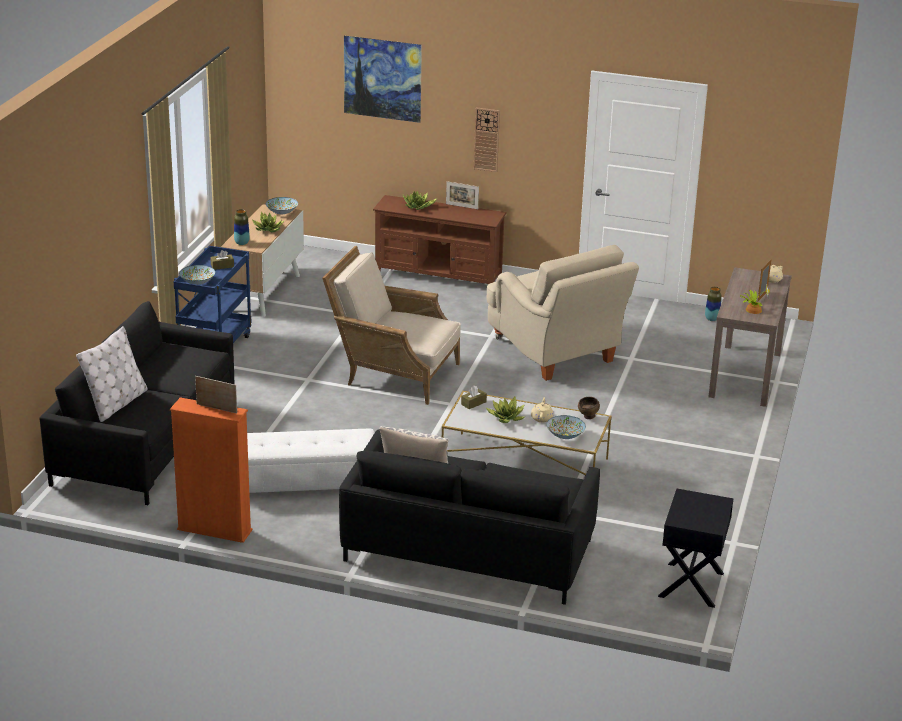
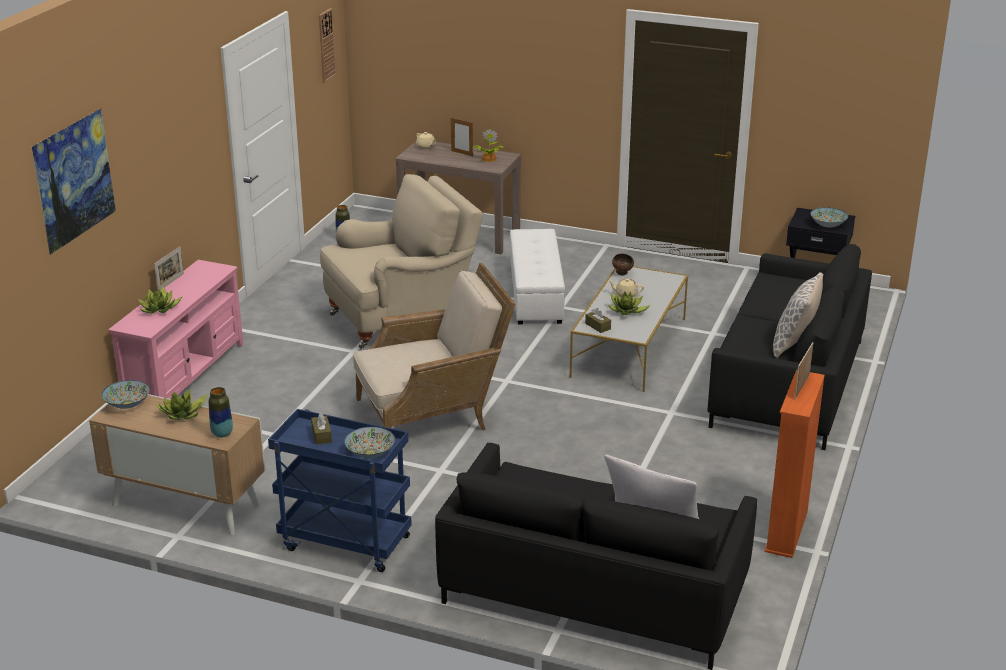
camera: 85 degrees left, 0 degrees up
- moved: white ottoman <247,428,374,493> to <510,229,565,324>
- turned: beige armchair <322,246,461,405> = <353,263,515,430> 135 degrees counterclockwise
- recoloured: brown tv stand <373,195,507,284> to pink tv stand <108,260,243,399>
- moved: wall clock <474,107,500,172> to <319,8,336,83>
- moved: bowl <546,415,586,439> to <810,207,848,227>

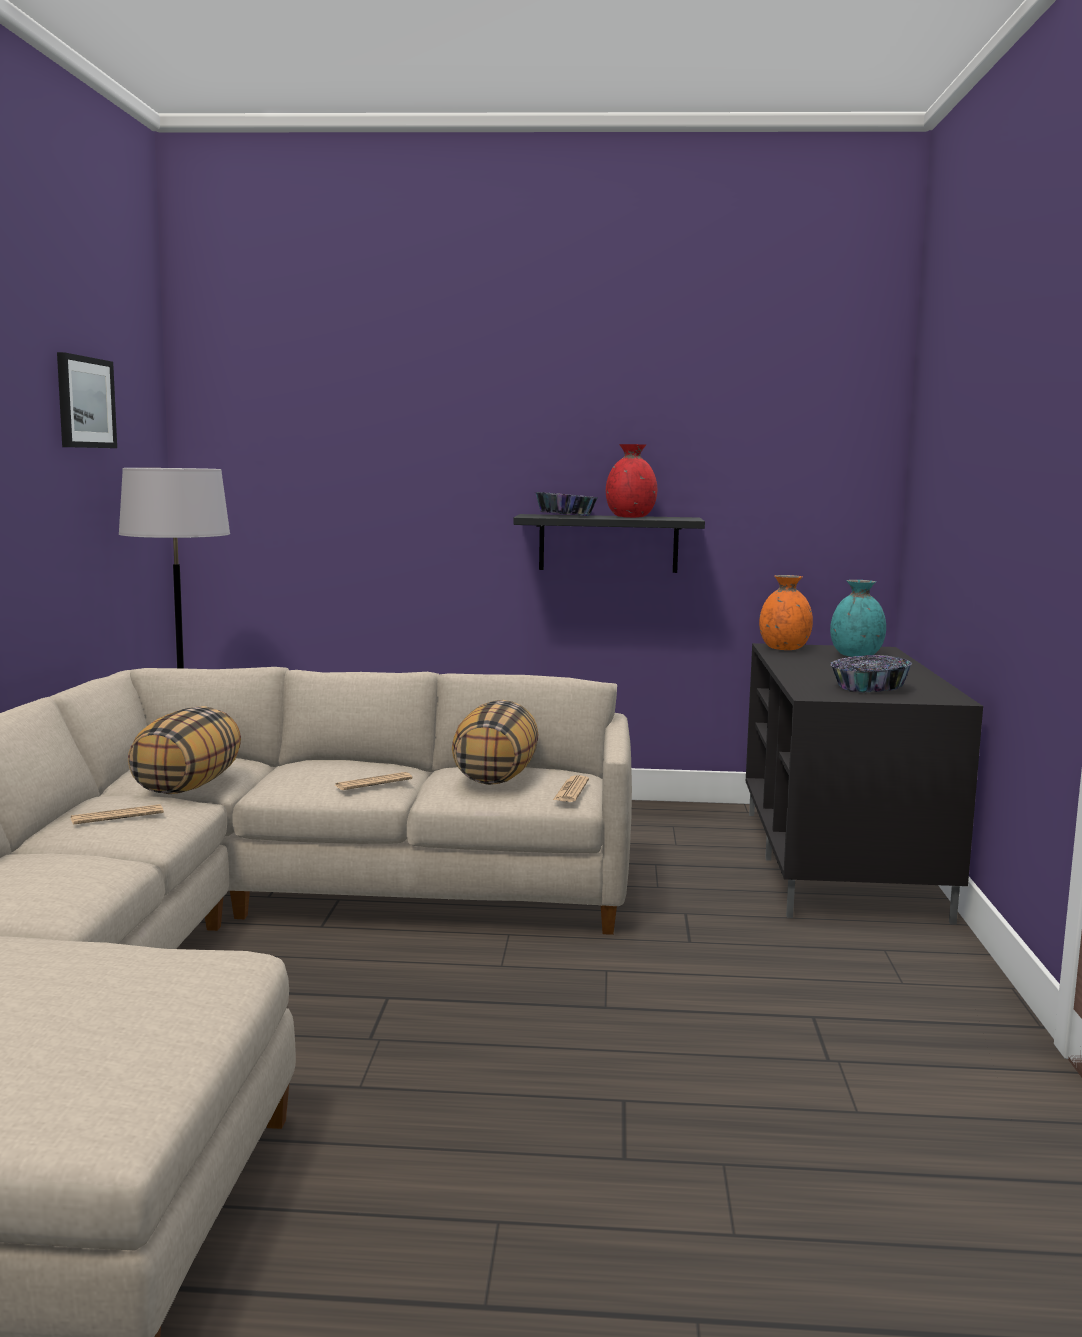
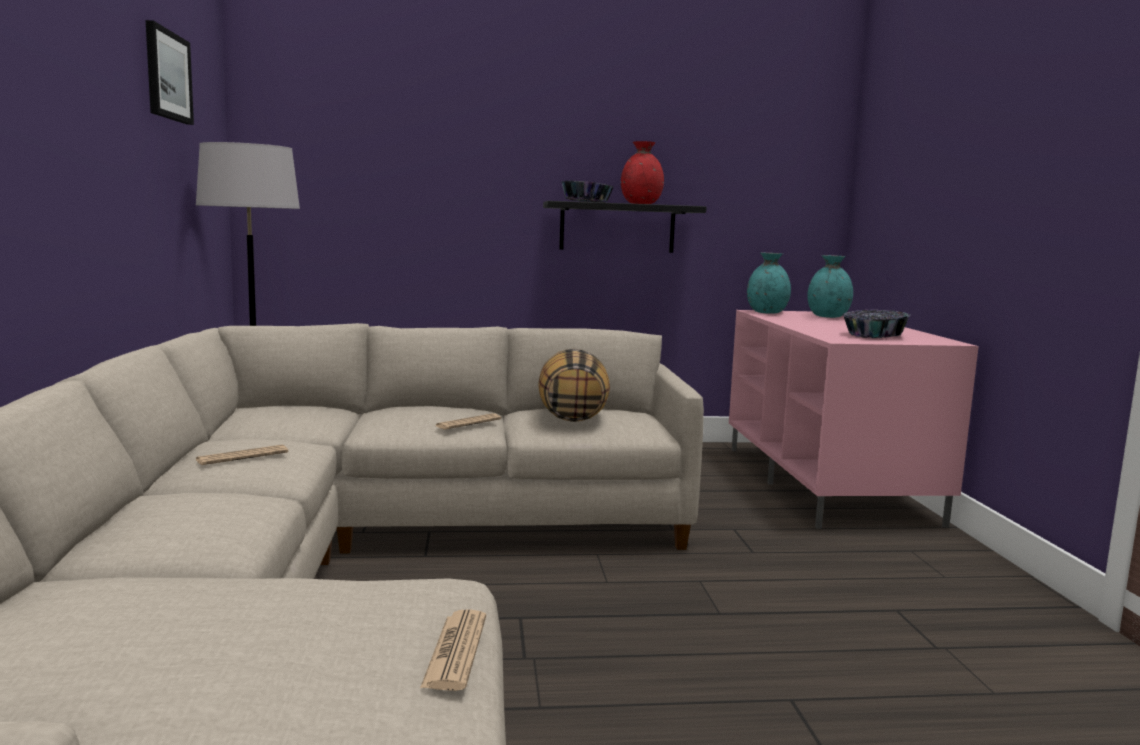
camera: 10 degrees left, 0 degrees up
- removed: pillow <128,706,241,794>
- moved: newspaper <553,775,589,802> to <420,609,486,691>
- recoloured: black tv stand <746,643,983,925> to pink tv stand <729,310,979,529>
- recoloured: orange vase <759,575,813,650> to turquoise vase <747,253,791,314>

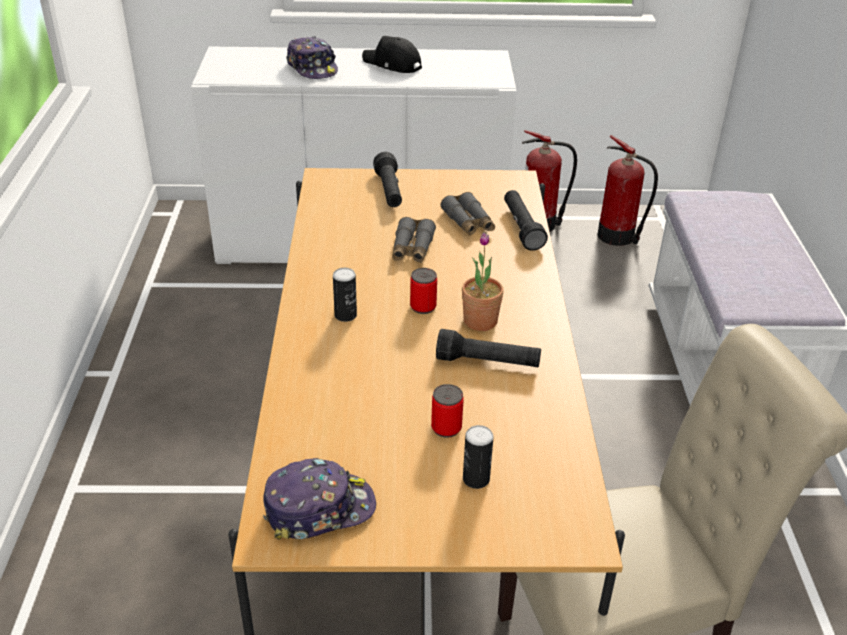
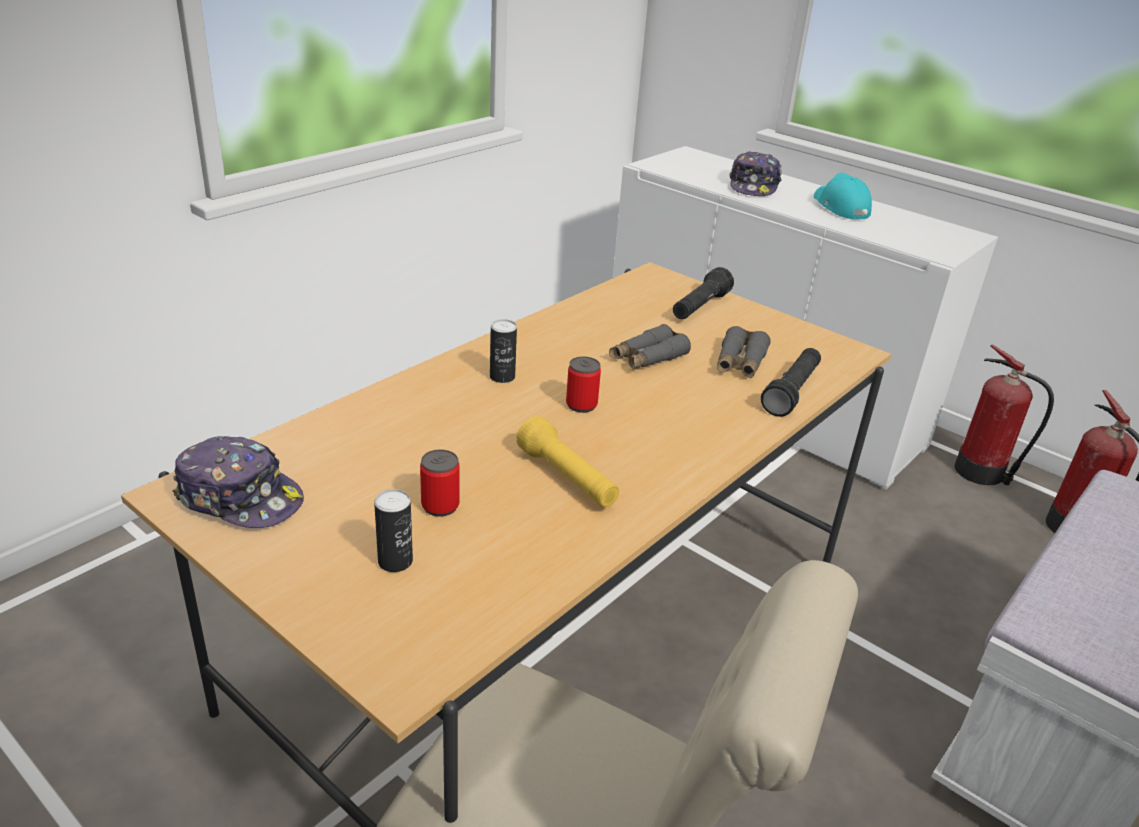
camera: 40 degrees right, 5 degrees down
- recoloured: black cap <362,36,422,73> to turquoise cap <814,173,872,219>
- recoloured: black flashlight <436,329,541,367> to yellow flashlight <516,416,619,507>
- removed: potted plant <462,232,504,331>

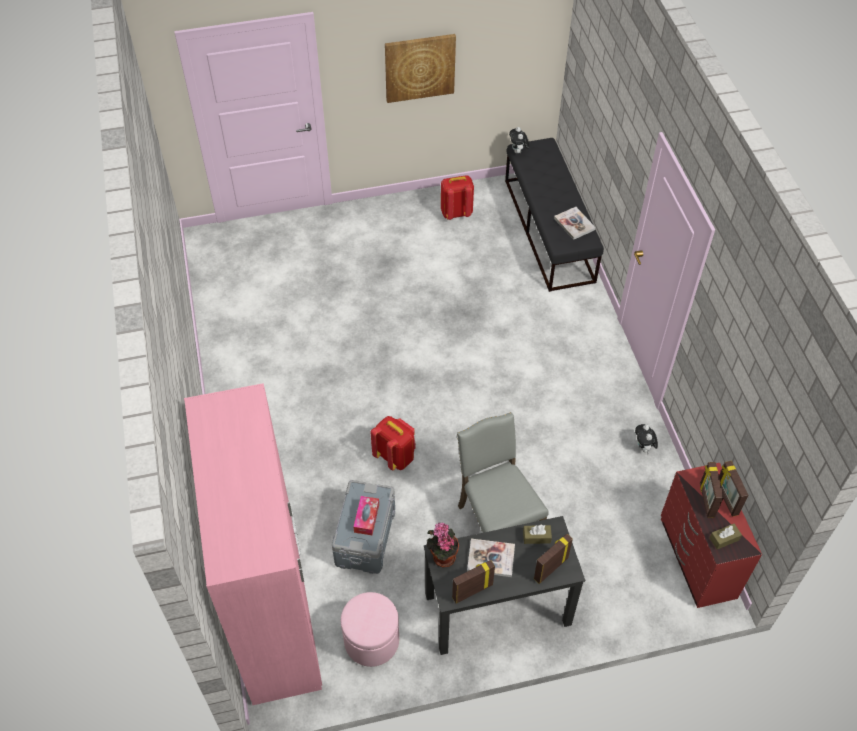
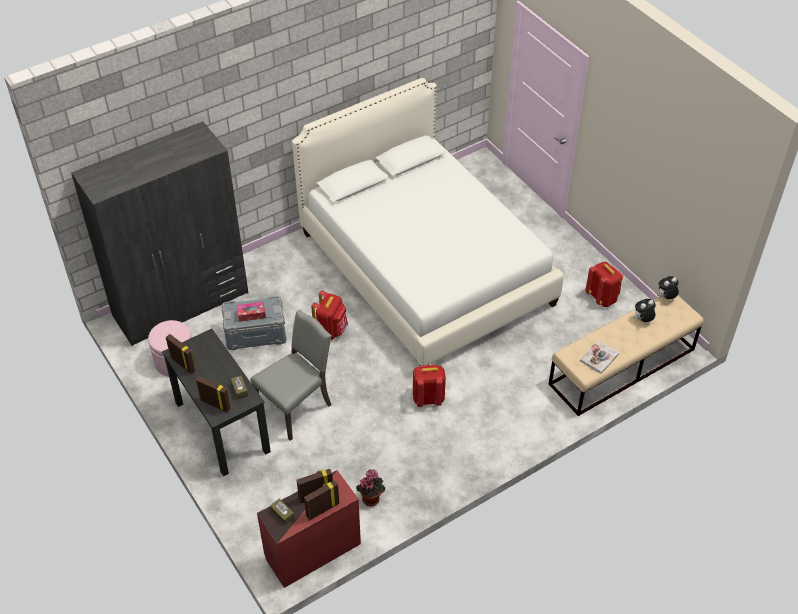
camera: 70 degrees right, 5 degrees down
- recoloured: pink wardrobe <184,383,322,705> to grey wardrobe <71,121,248,346>
- removed: picture <385,34,456,103>
- moved: potted plant <427,523,459,568> to <356,469,385,506>
- removed: book <467,539,515,577>
- recoloured: black bench <505,138,604,292> to beige bench <548,296,704,416>
- moved: plush toy <635,424,658,454> to <634,299,656,322>
- added: white bed <292,78,564,366>
- added: red backpack <413,365,446,407>

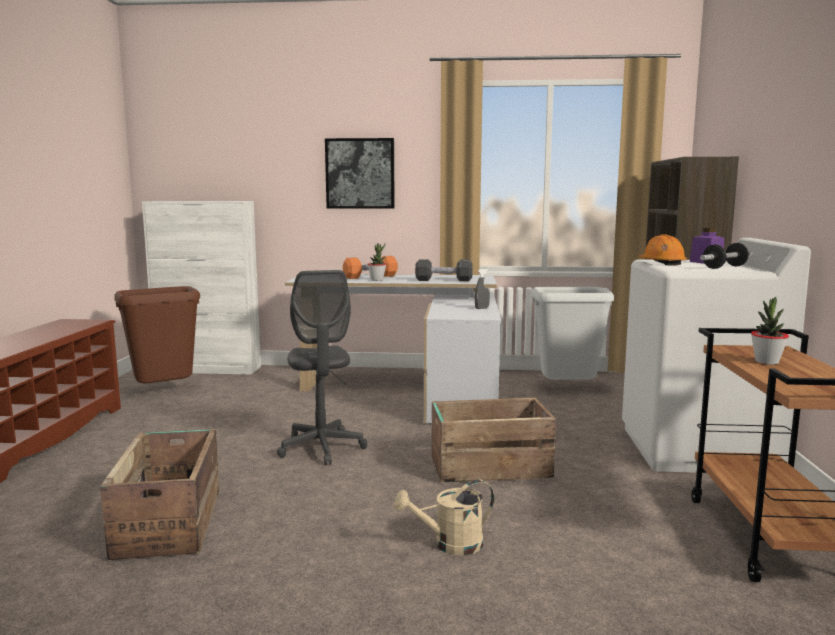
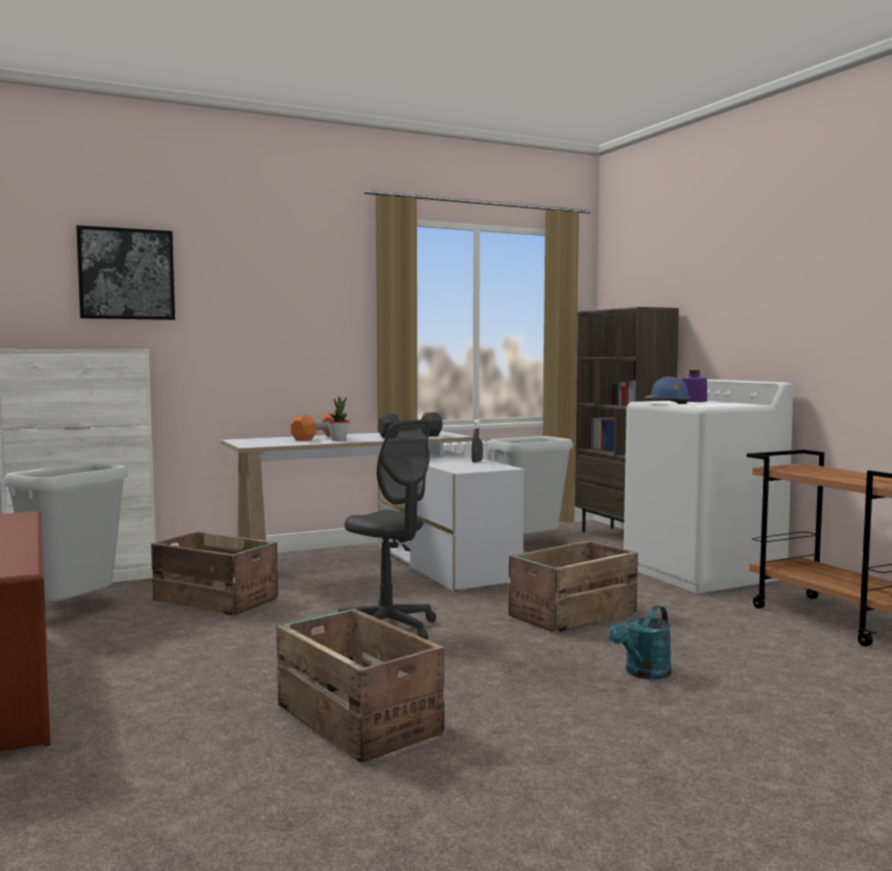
camera: 30 degrees left, 5 degrees down
- recoloured: brown trash can <114,286,200,384> to grey trash can <4,463,128,601>
- moved: picture <325,138,395,209> to <76,225,175,320>
- recoloured: beige watering can <394,480,494,555> to turquoise watering can <608,605,672,680>
- recoloured: orange hard hat <638,234,687,266> to blue hard hat <644,376,692,404>
- removed: dumbbell <700,243,750,269>
- removed: potted plant <751,296,789,365>
- added: crate <151,532,278,615>

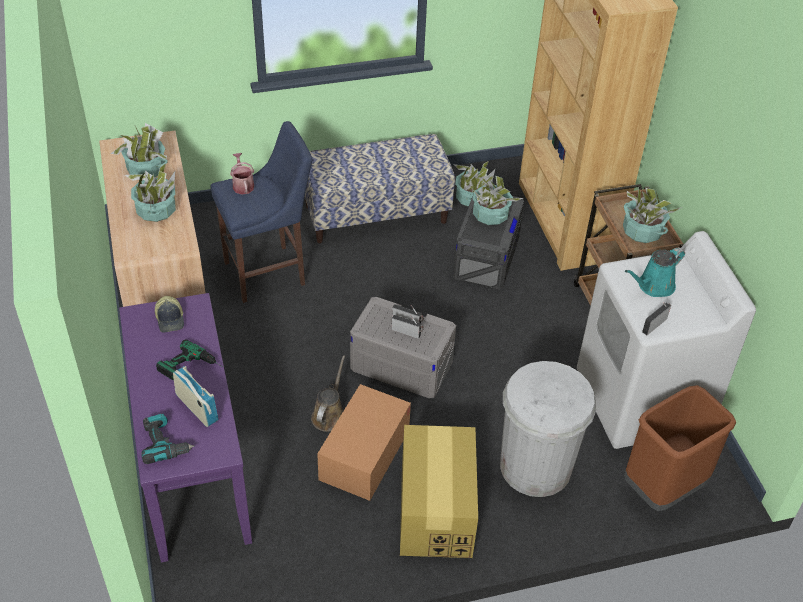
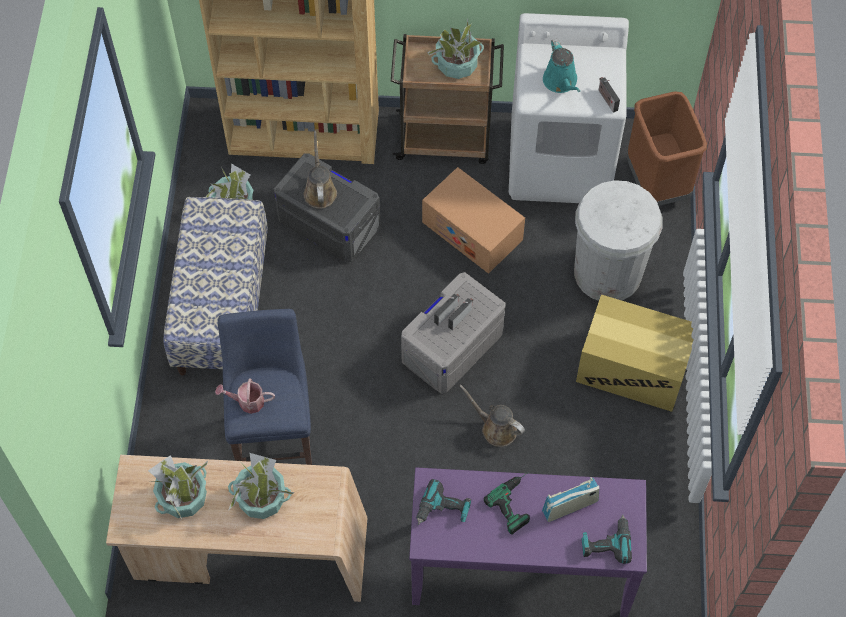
camera: 70 degrees left, 15 degrees up
- replaced: cap <155,296,184,333> to power drill <416,479,471,525>
- moved: cardboard box <317,384,411,501> to <422,167,525,274>
- replaced: potted plant <472,175,523,225> to brown watering can <304,130,337,209>

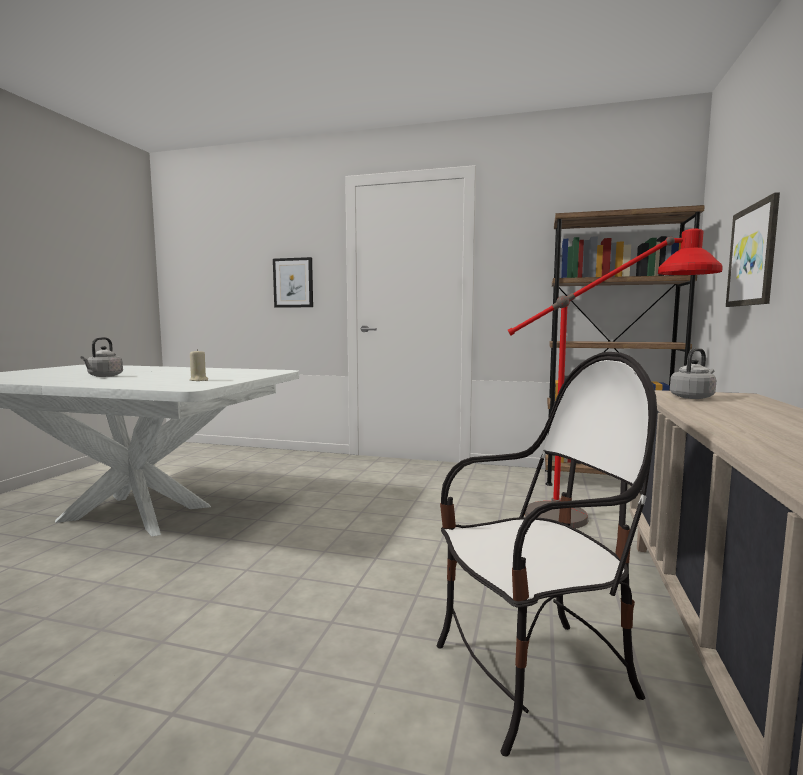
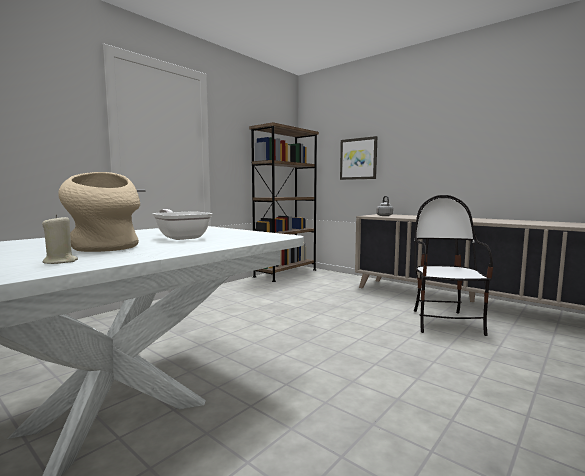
camera: 65 degrees left, 0 degrees up
- replaced: grey kettle <80,337,123,377> to beige vase <58,172,140,252>
- moved: beige candle <190,349,208,381> to <42,215,78,264>
- removed: picture <273,257,313,308>
- removed: red floor lamp <508,228,722,529>
- added: frying pan <152,209,212,240>

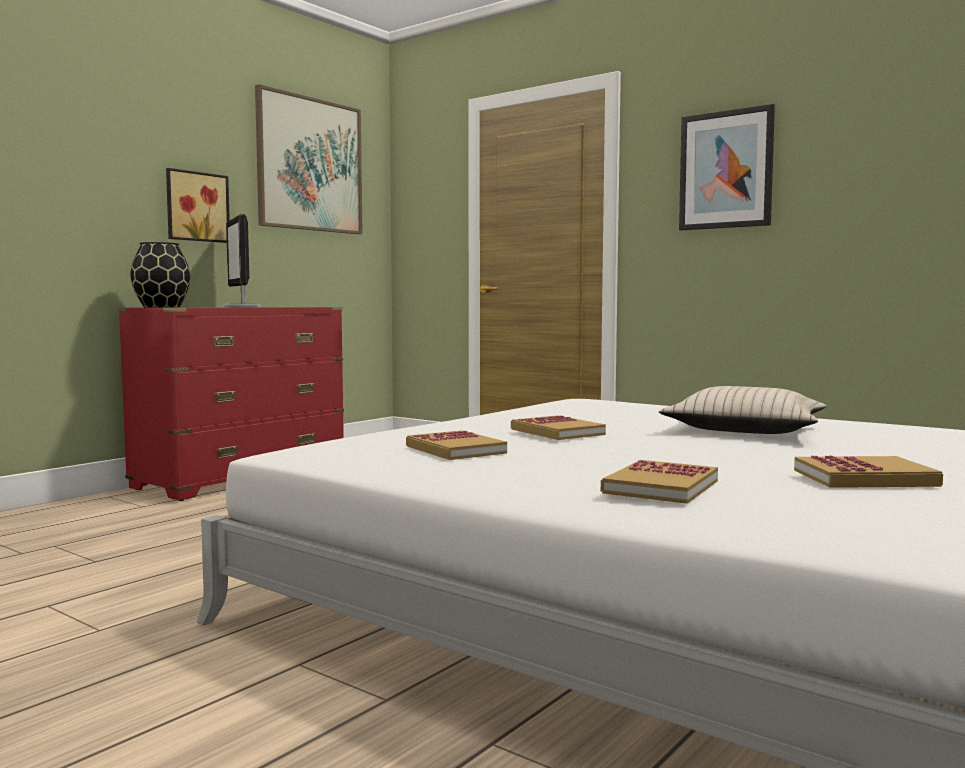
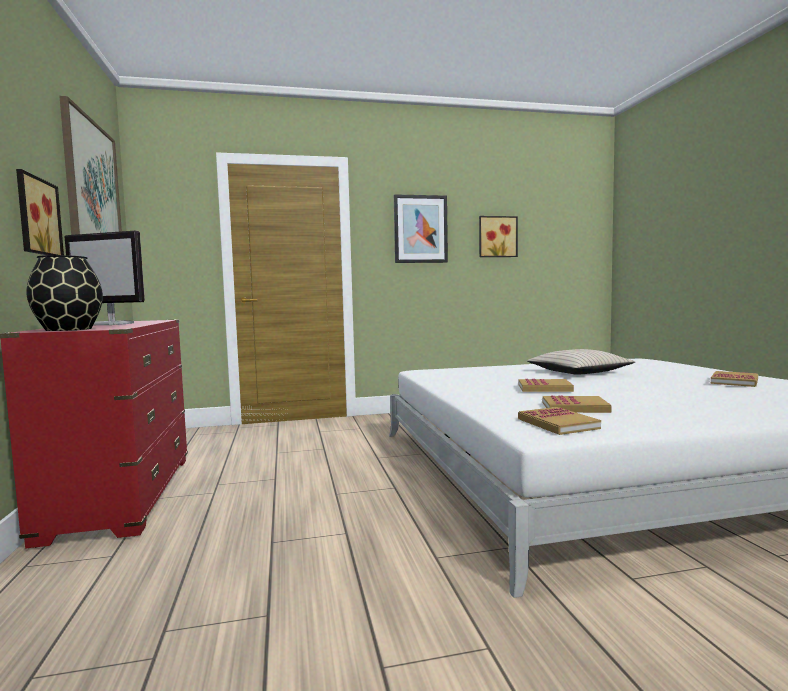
camera: 50 degrees left, 0 degrees up
- moved: book <601,460,718,504> to <518,407,601,435>
- added: picture <479,216,518,257>

